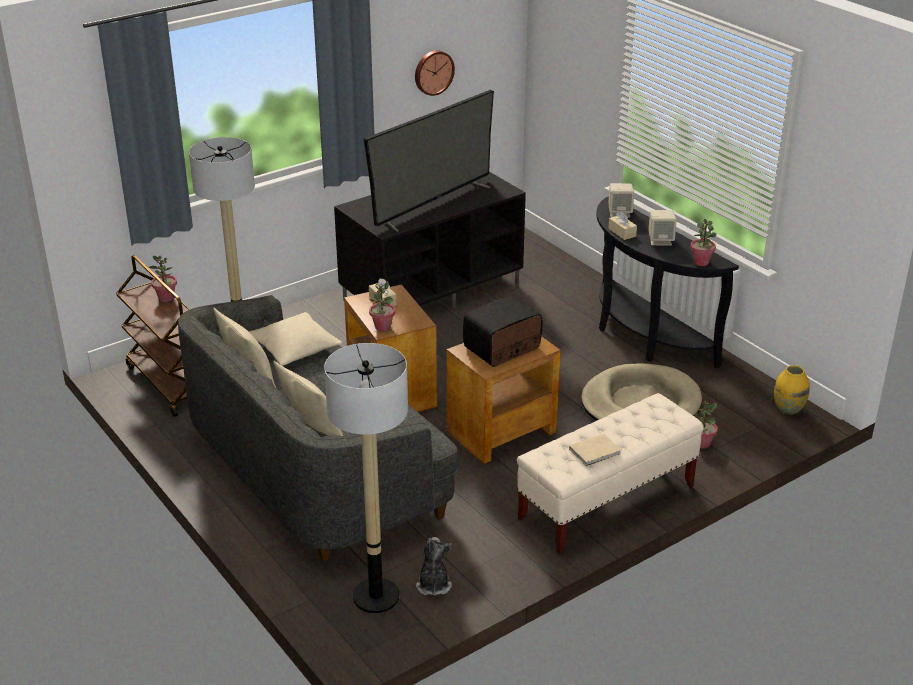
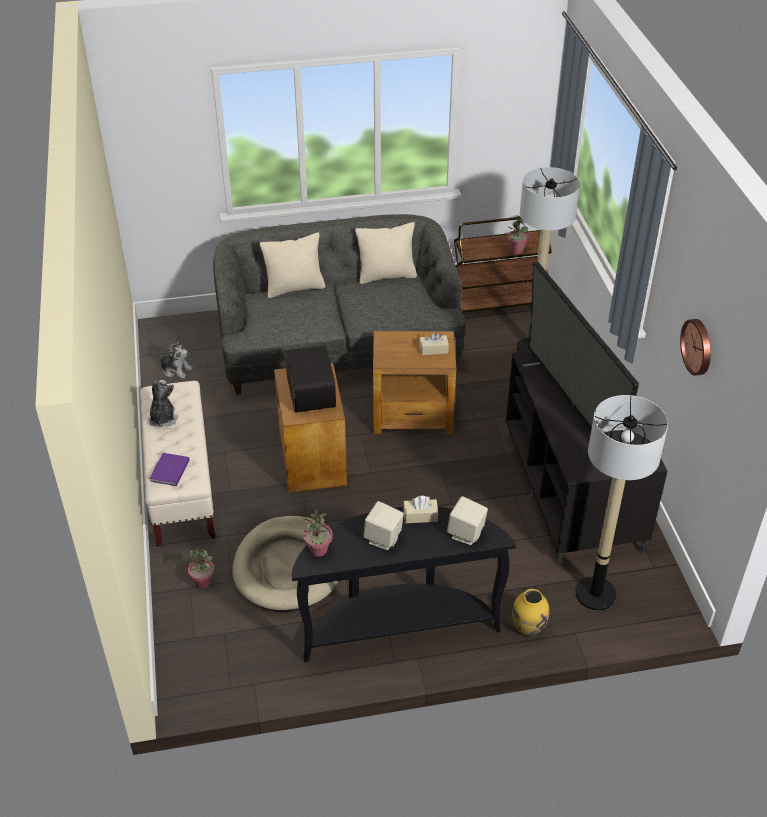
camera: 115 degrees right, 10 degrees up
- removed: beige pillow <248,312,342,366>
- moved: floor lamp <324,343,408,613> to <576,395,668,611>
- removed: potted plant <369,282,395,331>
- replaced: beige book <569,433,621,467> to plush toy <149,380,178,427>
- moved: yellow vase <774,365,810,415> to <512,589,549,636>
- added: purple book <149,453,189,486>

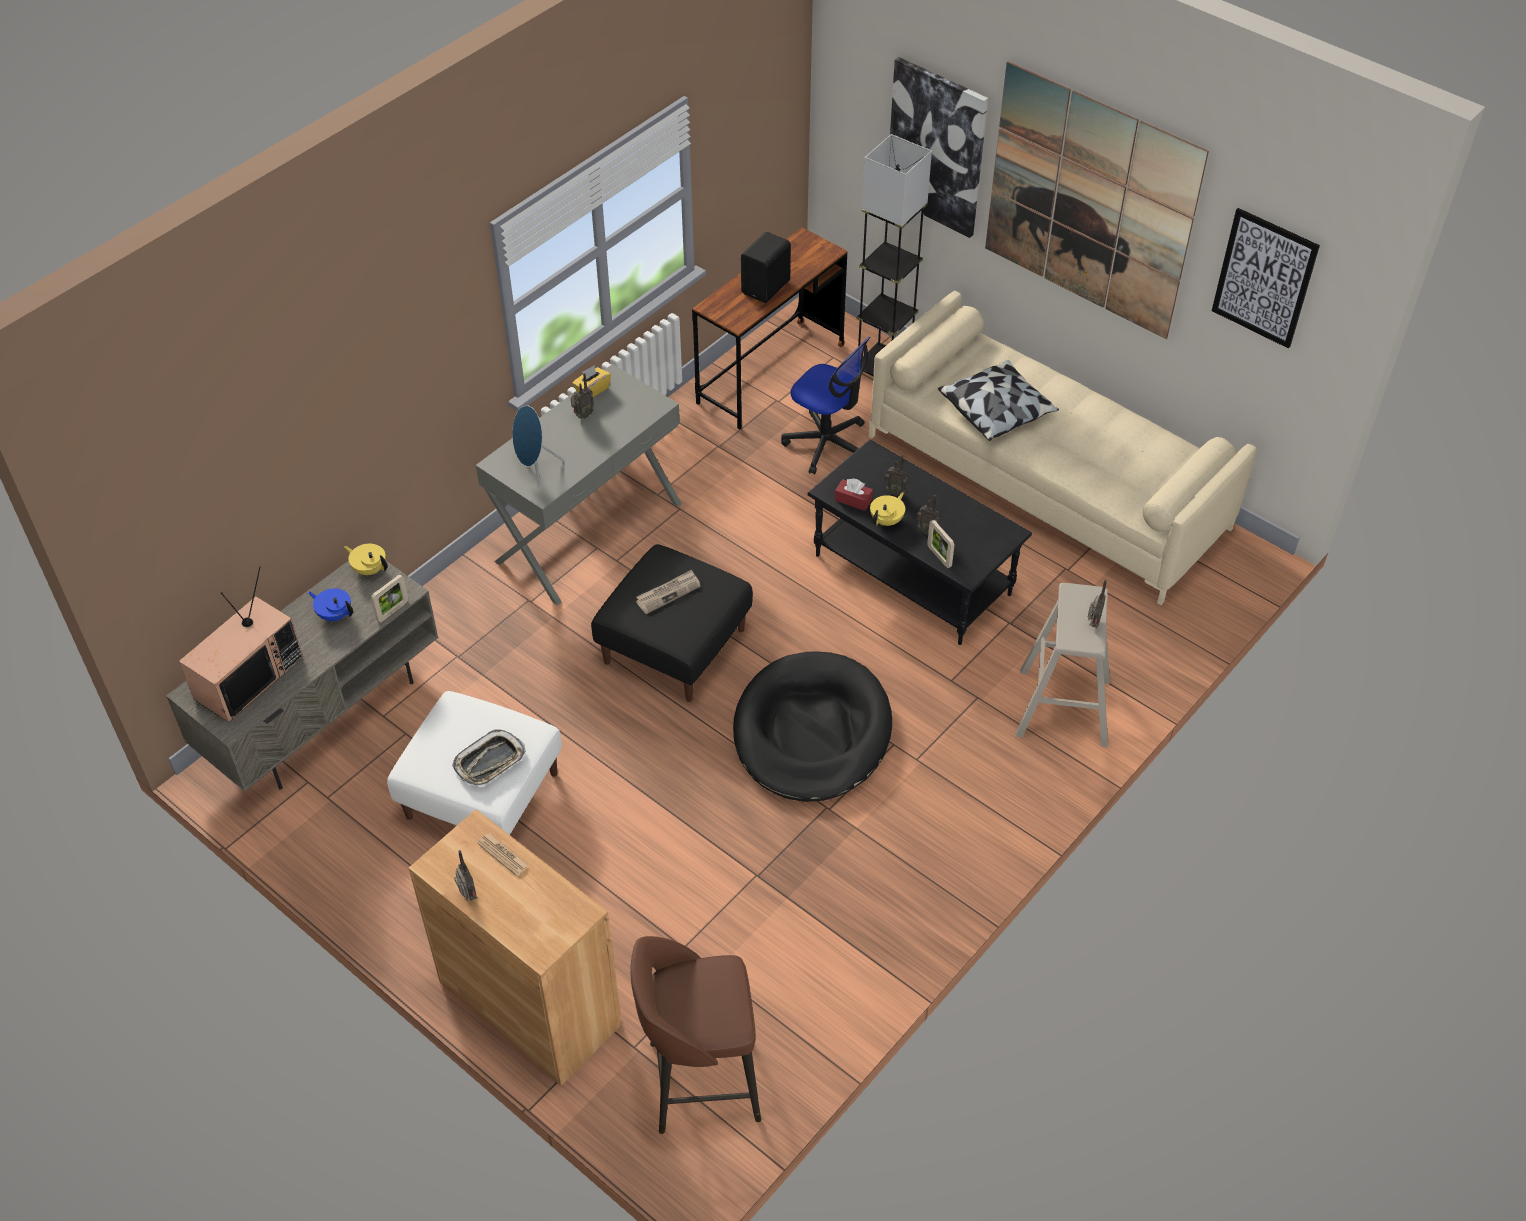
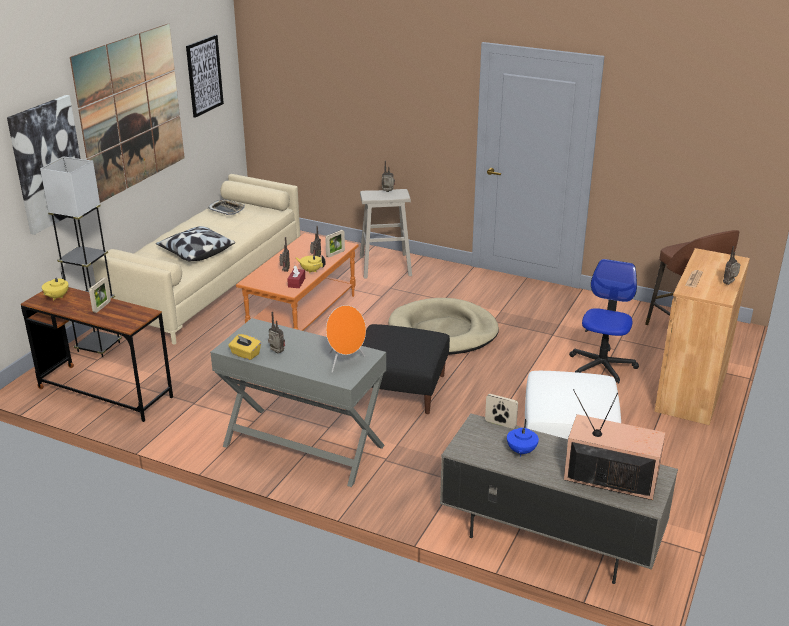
camera: 105 degrees left, 20 degrees down
- moved: yellow teapot <344,544,388,575> to <42,271,69,300>
- moved: tray <452,729,525,786> to <208,199,245,215>
- recoloured: blue speaker <512,405,563,488> to orange speaker <326,305,366,373>
- removed: newspaper <636,569,701,614>
- recoloured: black dog bed <733,651,892,802> to beige dog bed <388,298,499,355>
- replaced: black speaker <741,232,791,303> to picture frame <89,278,111,313>
- moved: office chair <781,337,870,475> to <569,259,639,384>
- recoloured: black coffee table <808,439,1032,645> to orange coffee table <236,233,358,331>

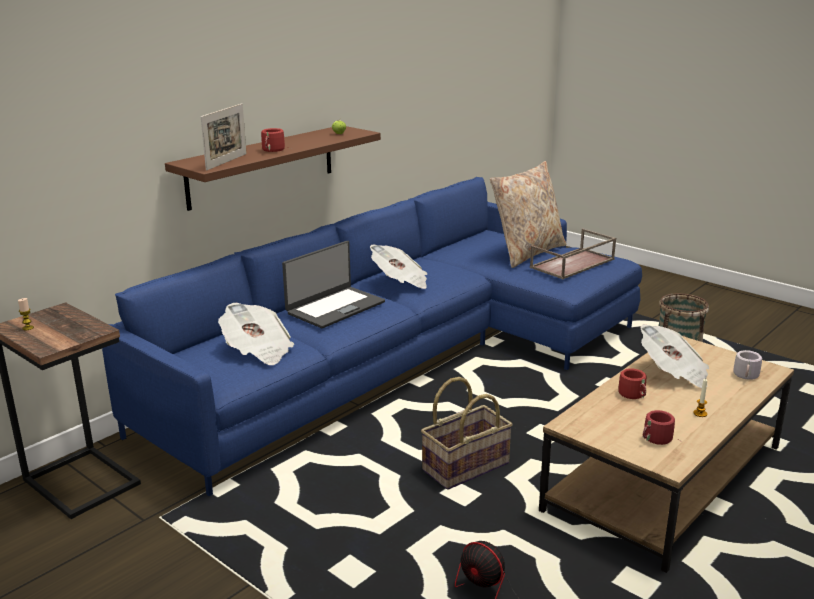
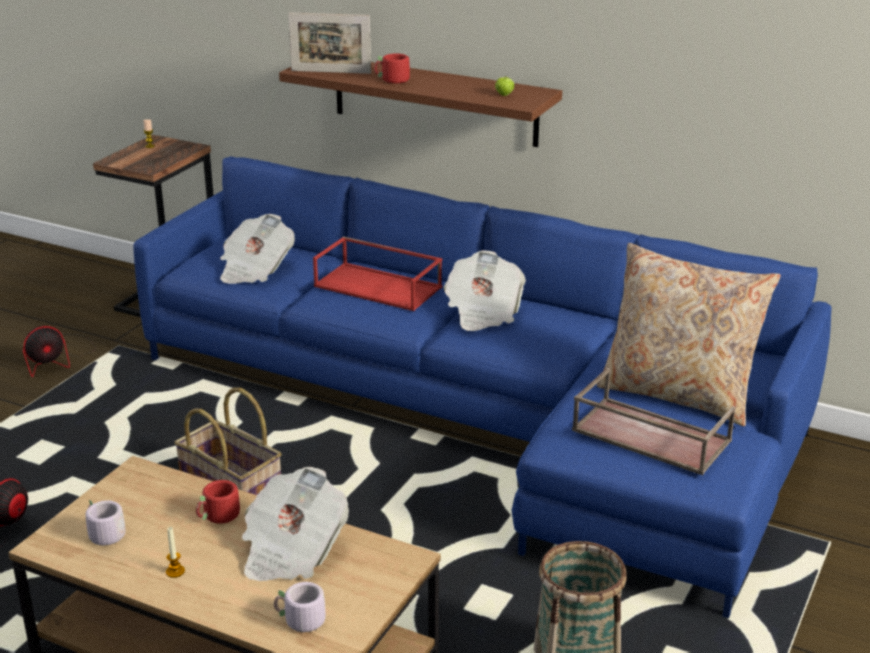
camera: 75 degrees right, 5 degrees up
- replaced: laptop <282,241,385,328> to red tray <313,236,442,311>
- recoloured: red mug <643,410,680,445> to grey mug <85,500,125,555>
- added: fan <23,326,96,377>

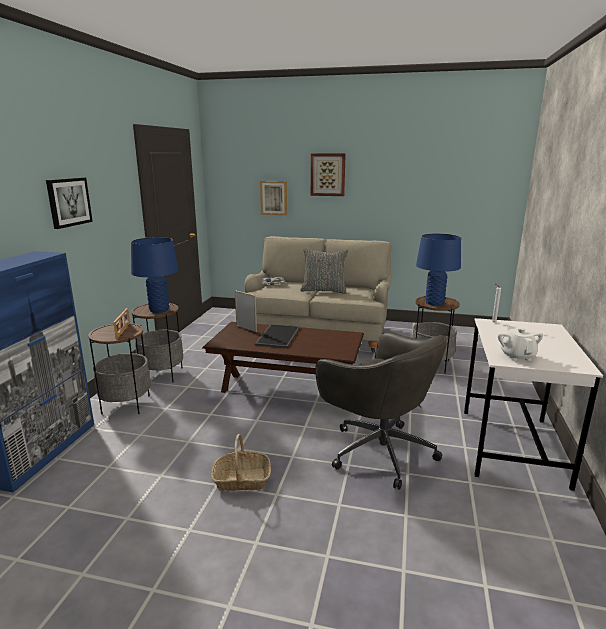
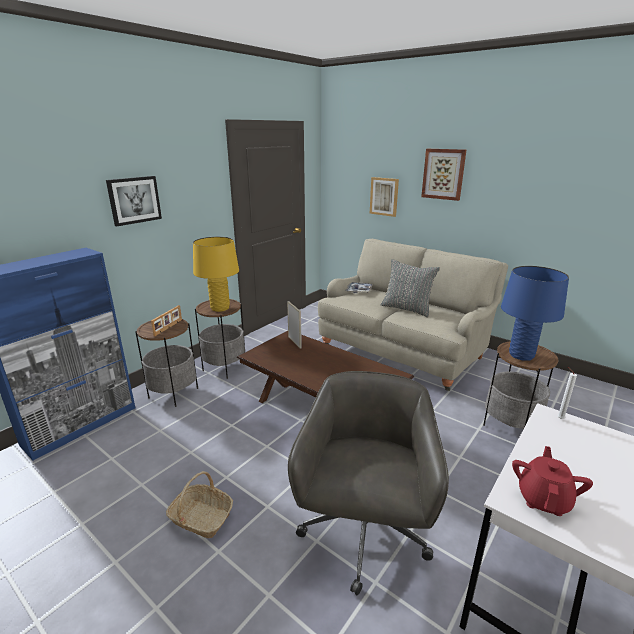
camera: 25 degrees right, 5 degrees up
- recoloured: blue table lamp <131,237,179,313> to yellow table lamp <193,237,239,312>
- removed: tray <255,324,300,348>
- turned: grey office chair <315,332,447,490> = <288,371,449,595> 150 degrees counterclockwise
- recoloured: white teapot <498,325,543,361> to red teapot <512,446,593,516>

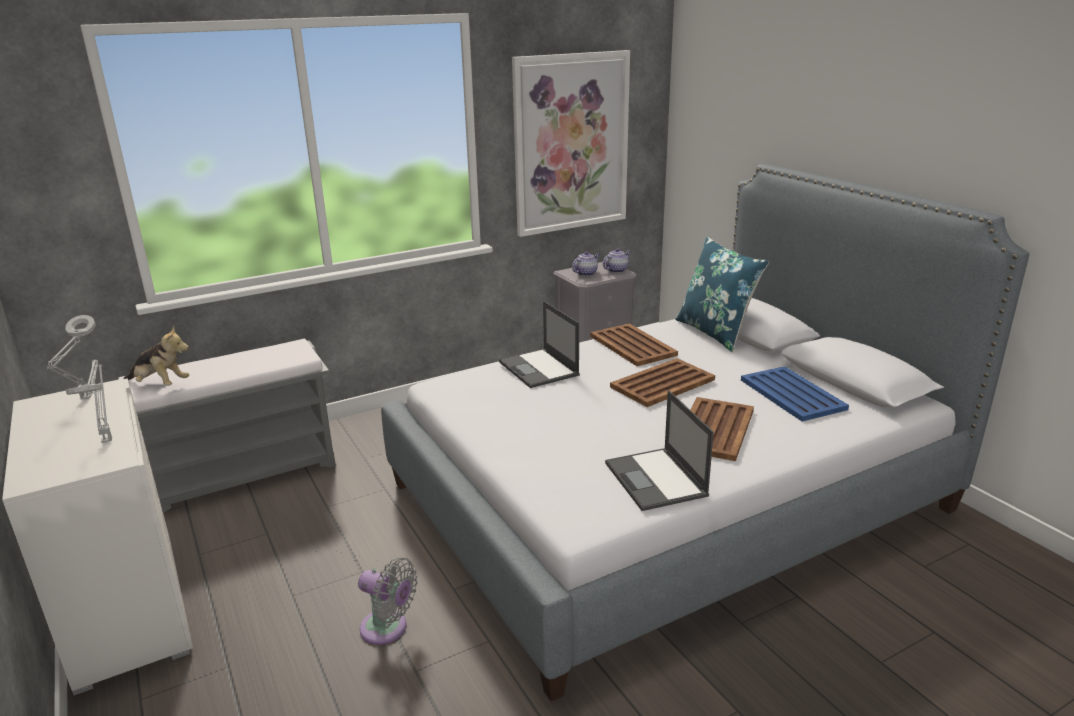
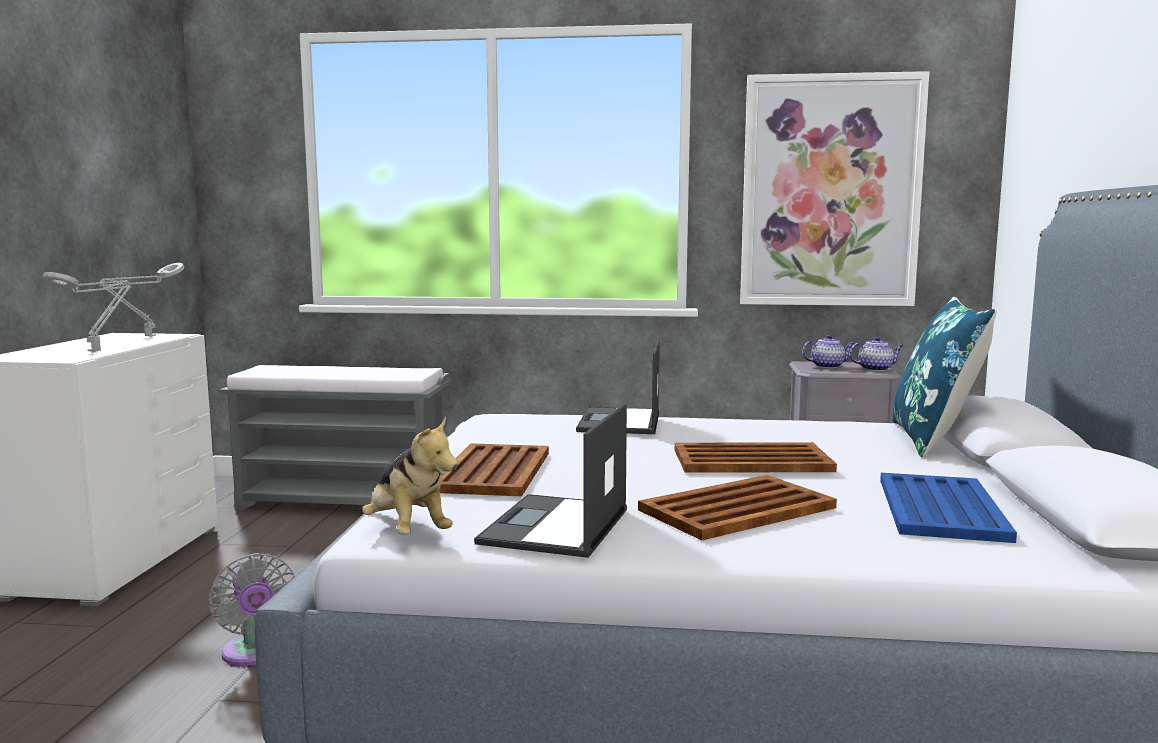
camera: 35 degrees right, 15 degrees down
- moved: plush toy <124,325,189,386> to <362,416,458,535>
- moved: brown tray <590,323,678,366> to <439,443,549,496>

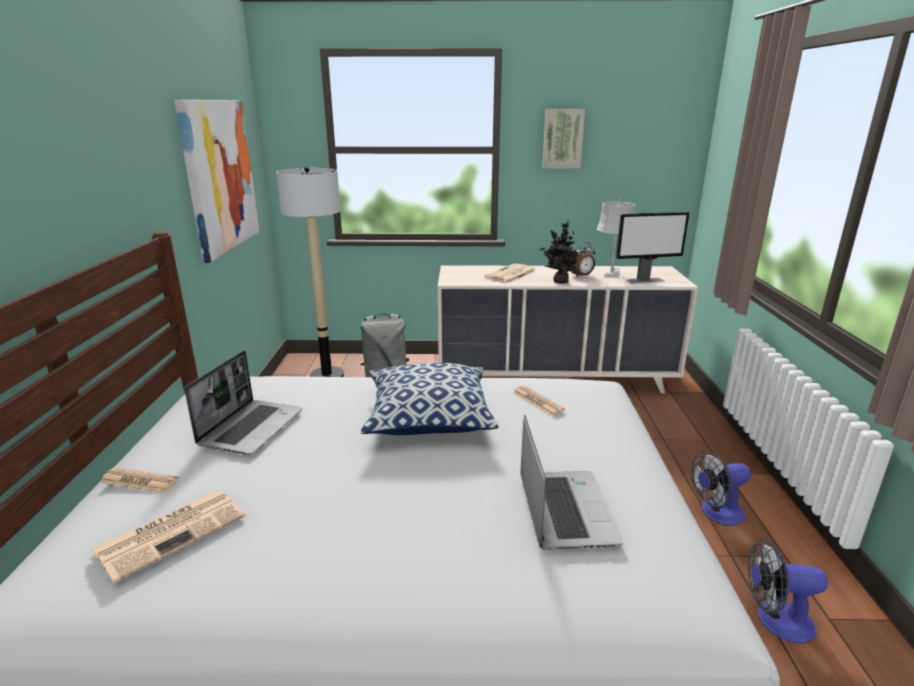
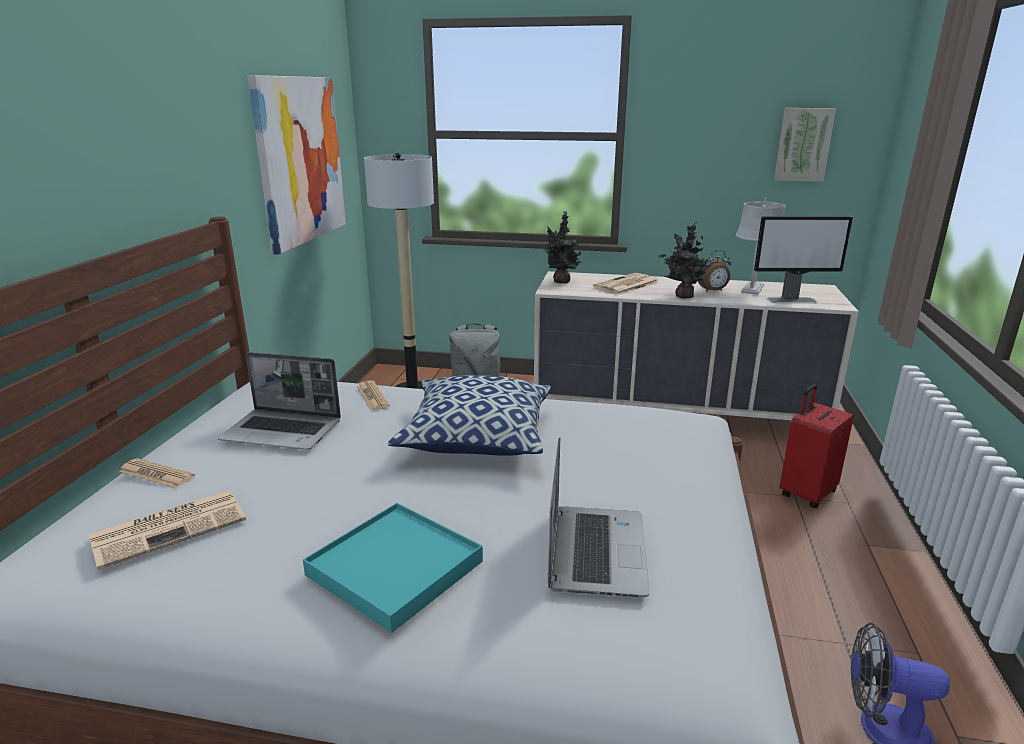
camera: 10 degrees right, 0 degrees up
- turned: laptop <184,350,302,455> = <218,352,341,450> 75 degrees clockwise
- moved: newspaper <512,386,565,416> to <357,381,390,411>
- moved: picture <542,109,585,168> to <774,108,836,182>
- removed: fan <691,451,751,525>
- added: turquoise tray <303,503,483,633>
- added: potted plant <544,211,582,283>
- added: red suitcase <780,384,854,509>

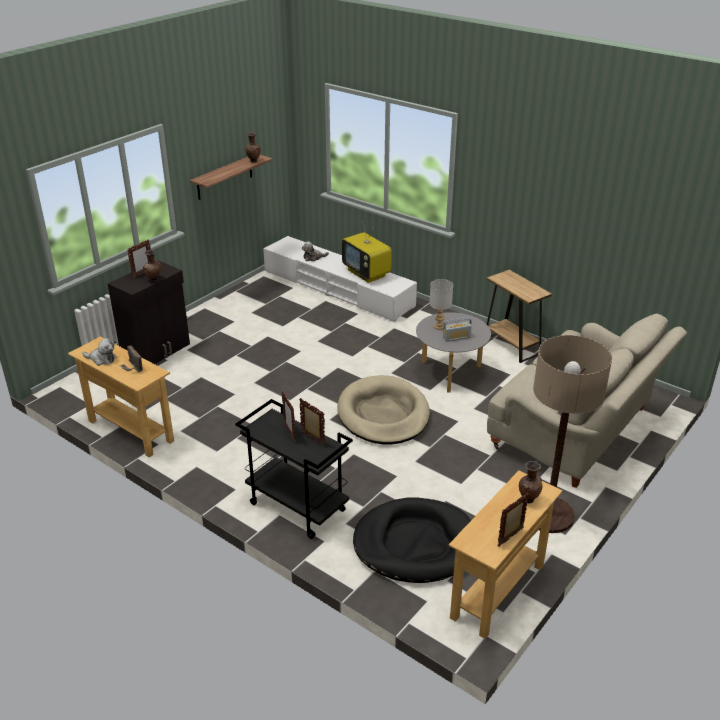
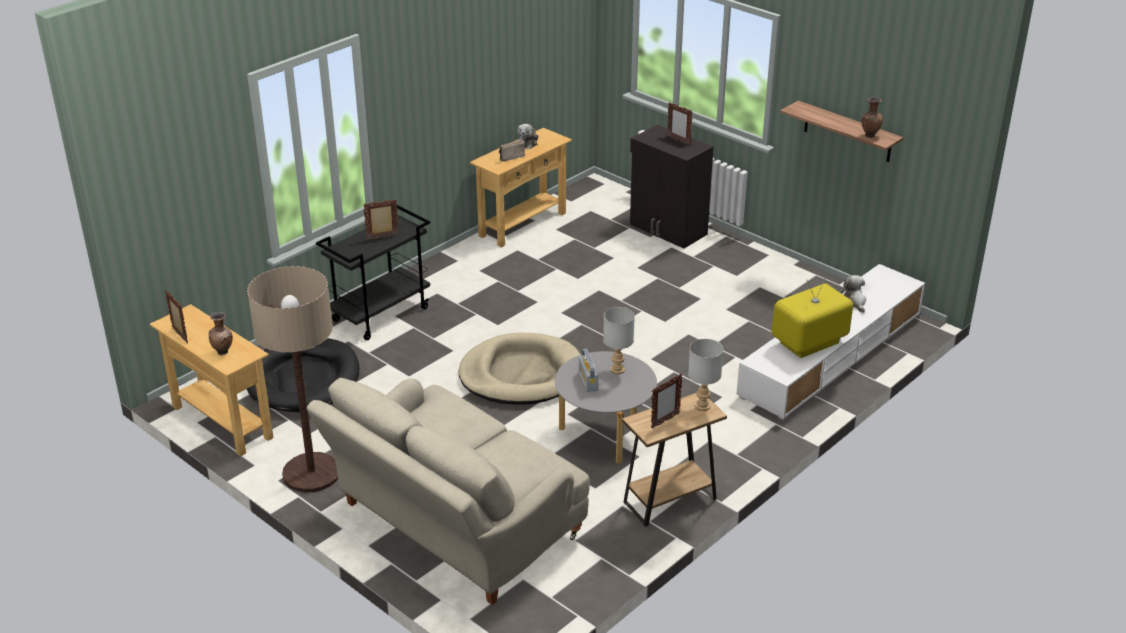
camera: 95 degrees right, 0 degrees up
- removed: brown vase <143,250,161,282>
- moved: picture frame <299,398,325,446> to <651,373,682,429>
- added: grey table lamp <688,339,723,411>

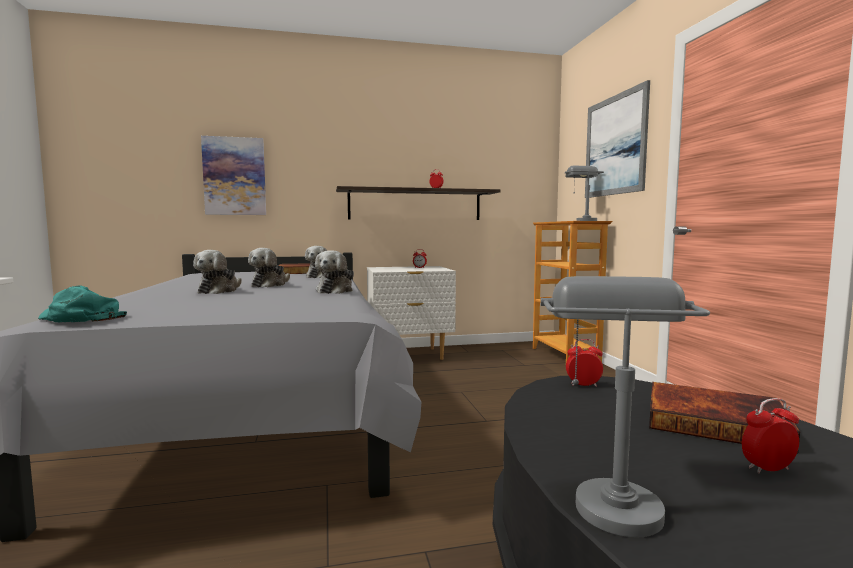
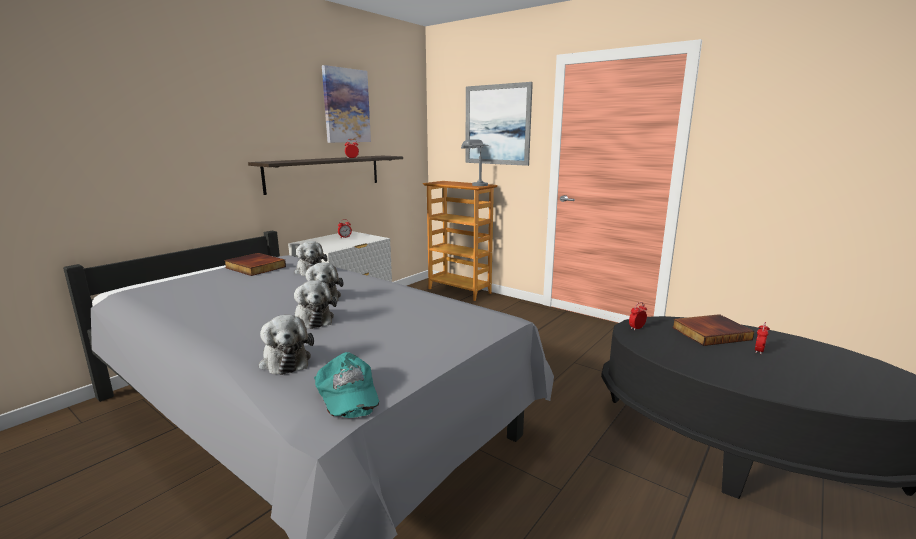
camera: 40 degrees left, 10 degrees up
- turned: turquoise cap <38,285,127,322> = <314,352,379,418> 105 degrees counterclockwise
- moved: picture <201,136,266,215> to <322,65,371,143>
- moved: plush toy <315,250,354,294> to <259,315,314,375>
- removed: grey table lamp <540,276,710,537>

